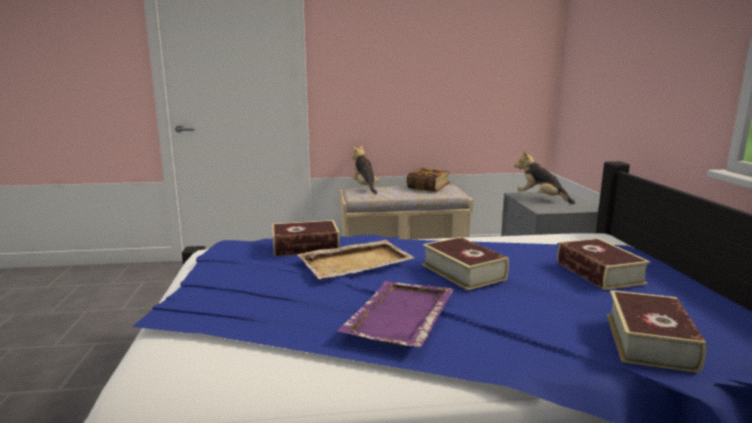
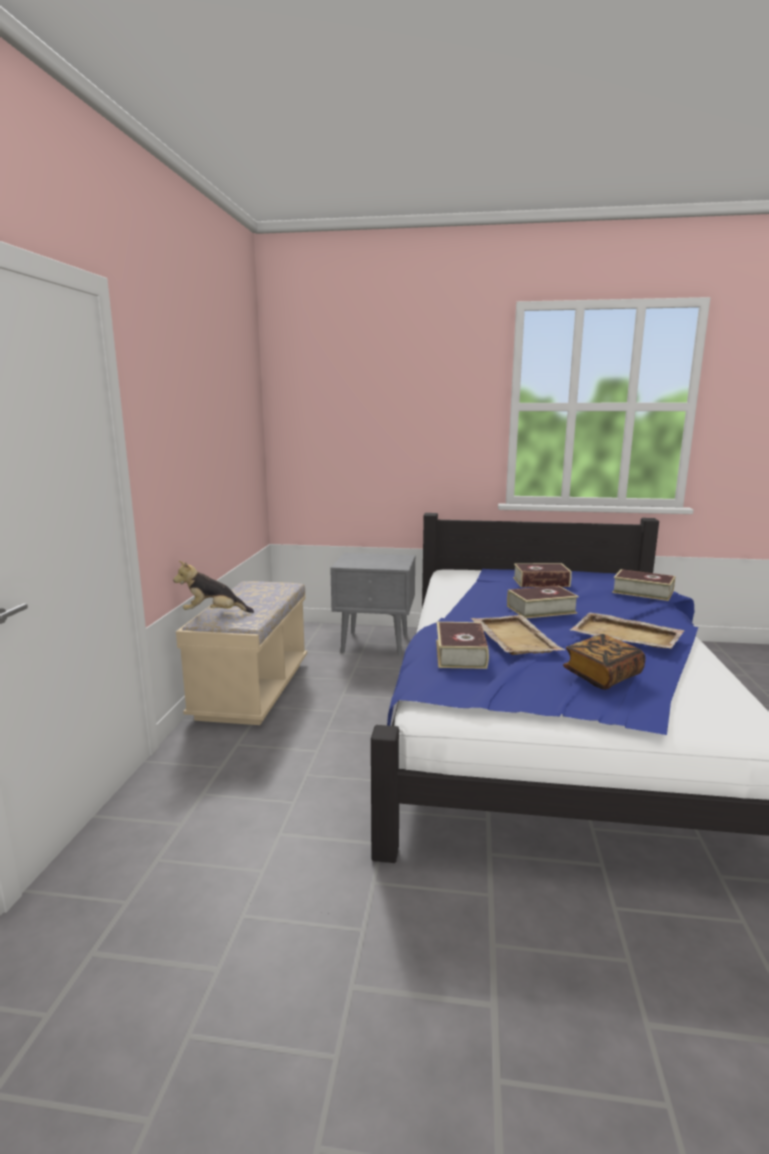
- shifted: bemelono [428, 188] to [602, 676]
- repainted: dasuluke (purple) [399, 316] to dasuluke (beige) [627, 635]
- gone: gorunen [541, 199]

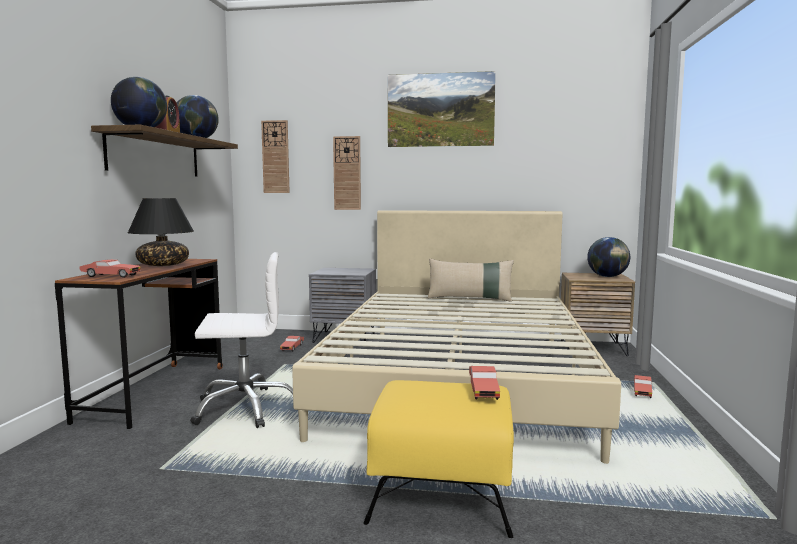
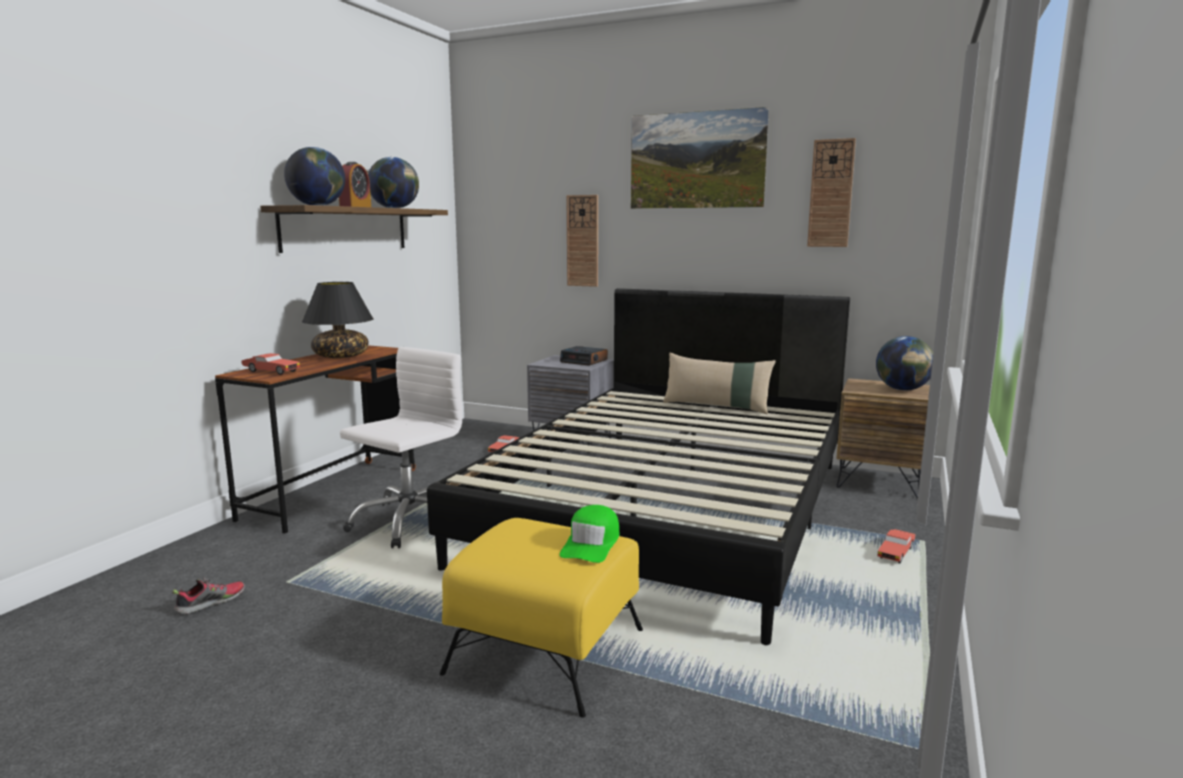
- new: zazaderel [211, 603]
- rotated: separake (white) [246, 408] = [409, 522] 60 degrees counterclockwise
- repainted: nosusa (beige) [460, 378] to nosusa (black) [671, 509]
- new: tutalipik [584, 361]
- swapped: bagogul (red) [483, 390] to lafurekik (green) [591, 544]
- shifted: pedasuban [275, 157] to [831, 193]

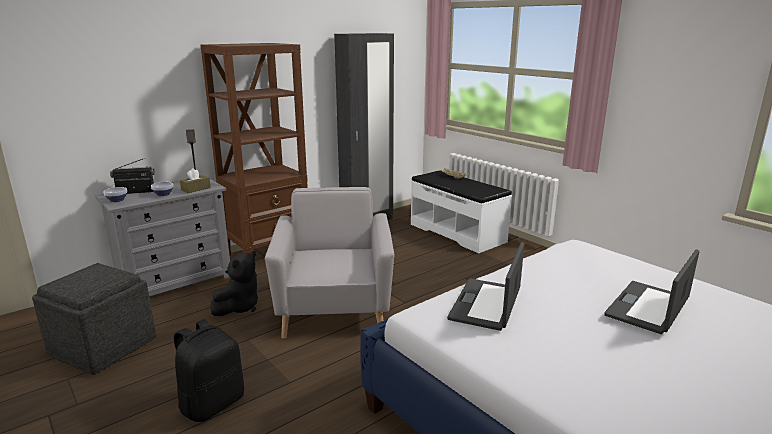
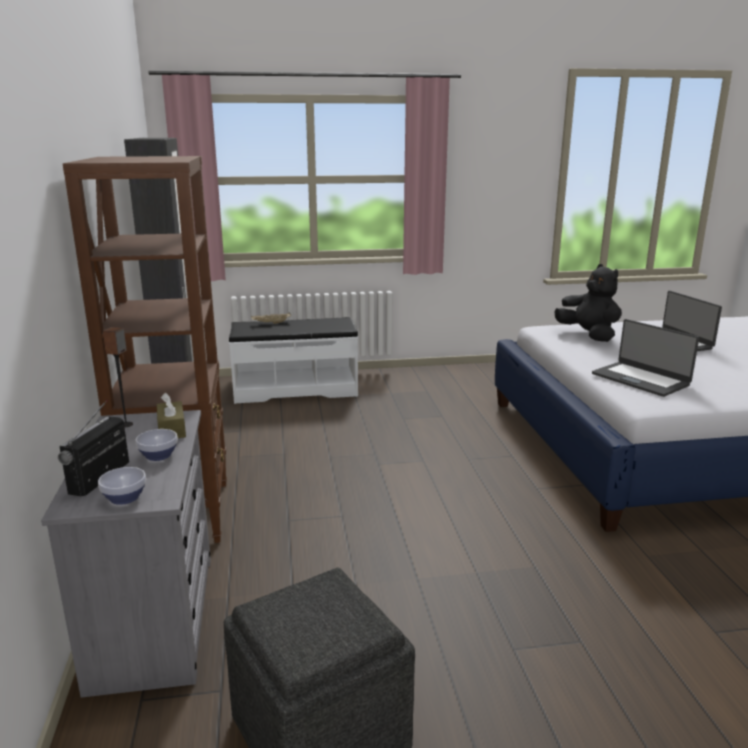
- shifted: gorunen (black) [239, 307] to [588, 335]
- gone: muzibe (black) [212, 403]
- gone: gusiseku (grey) [334, 308]

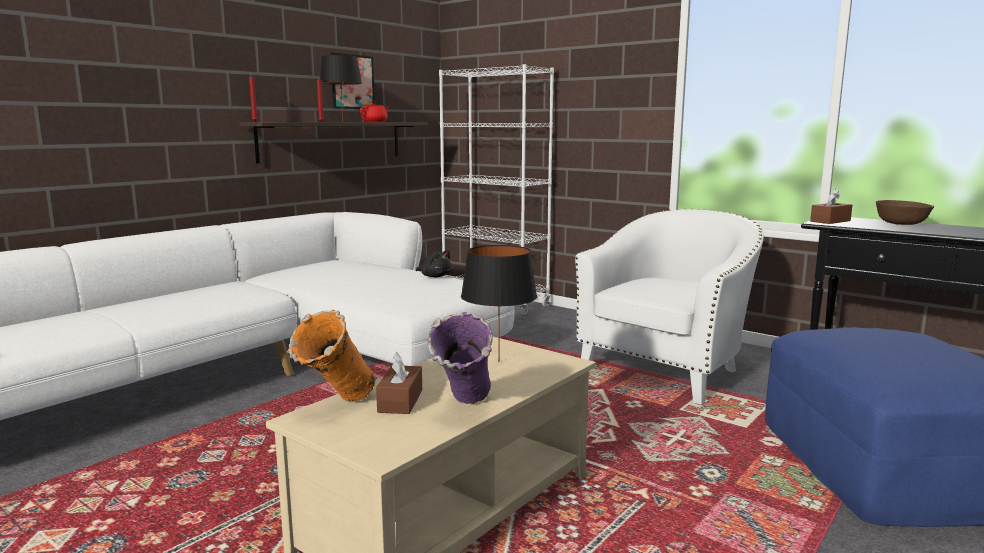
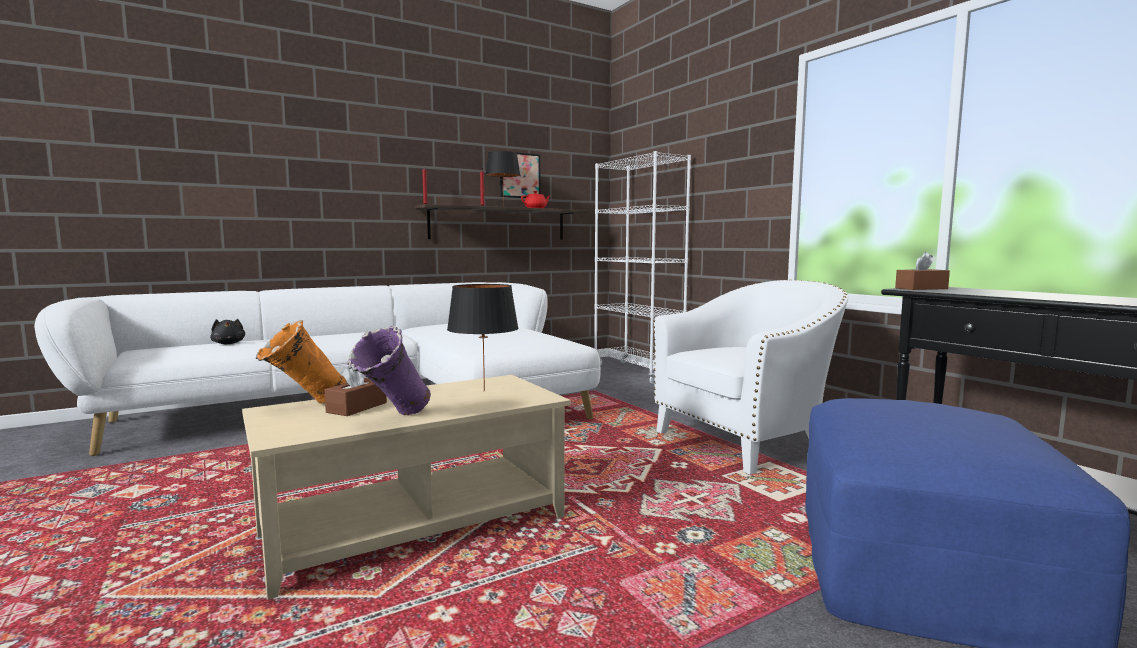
- shifted: gorunen (black) [435, 276] to [228, 343]
- gone: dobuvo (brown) [901, 223]

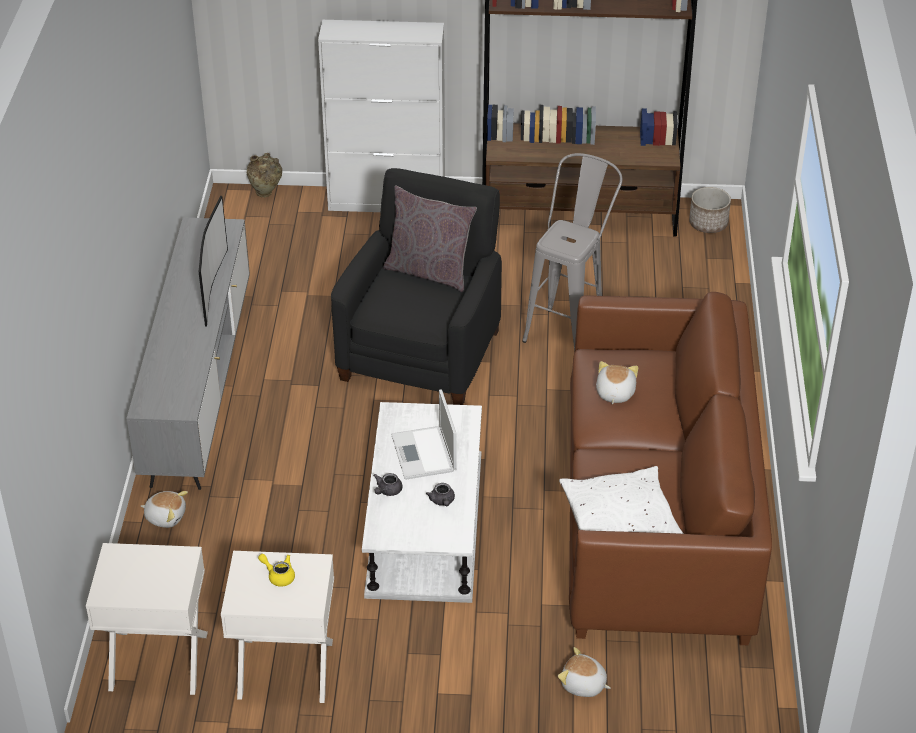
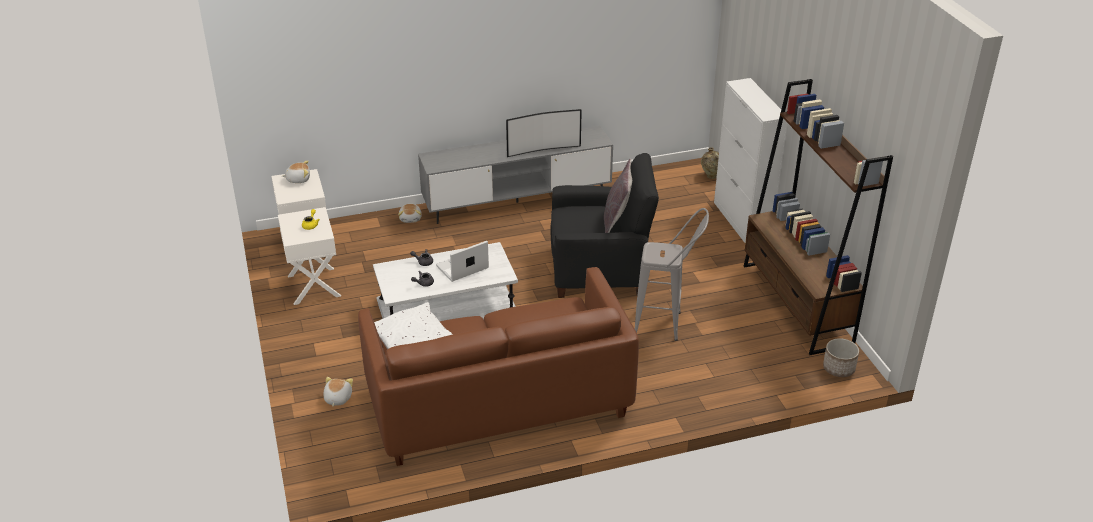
- shifted: gorunen [614, 393] to [298, 179]

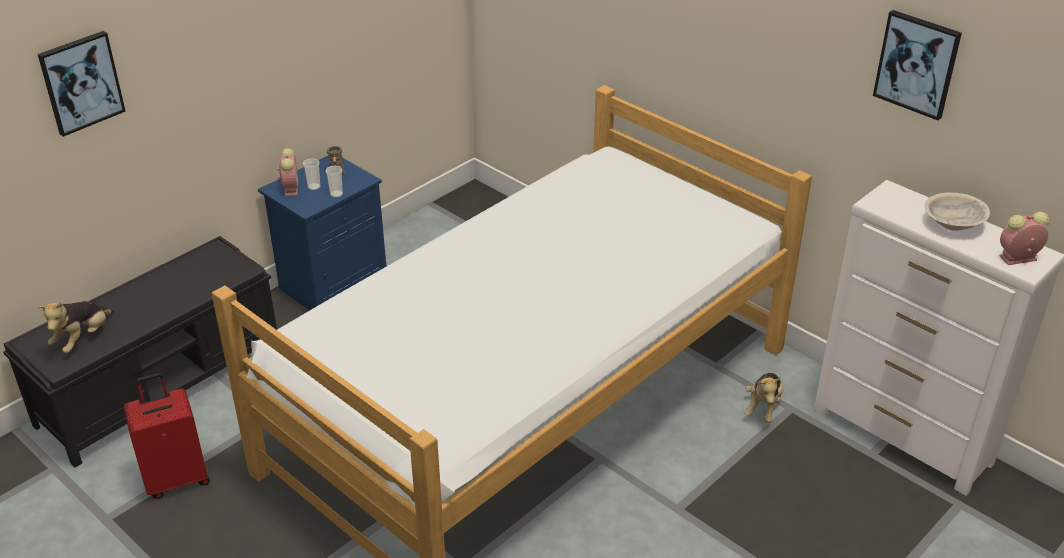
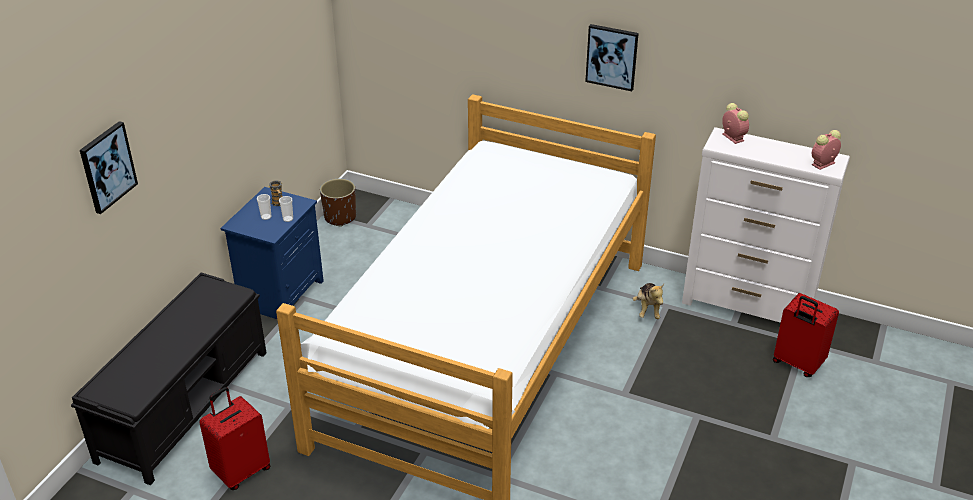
- new: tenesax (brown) [340, 217]
- shifted: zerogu [917, 64] to [612, 56]
- shifted: tutalipik [291, 188] to [732, 137]
- new: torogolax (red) [797, 364]
- gone: gorunen [83, 338]
- gone: dobuvo (beige) [953, 224]

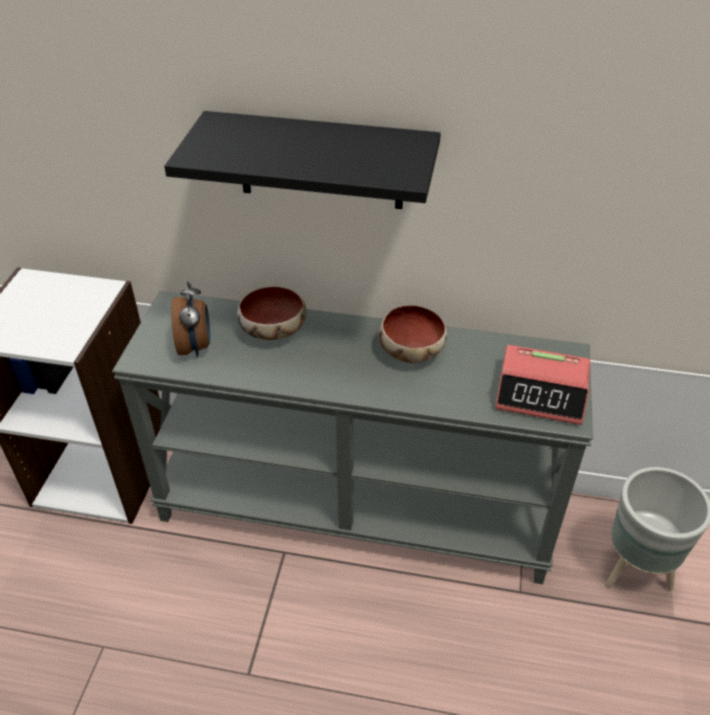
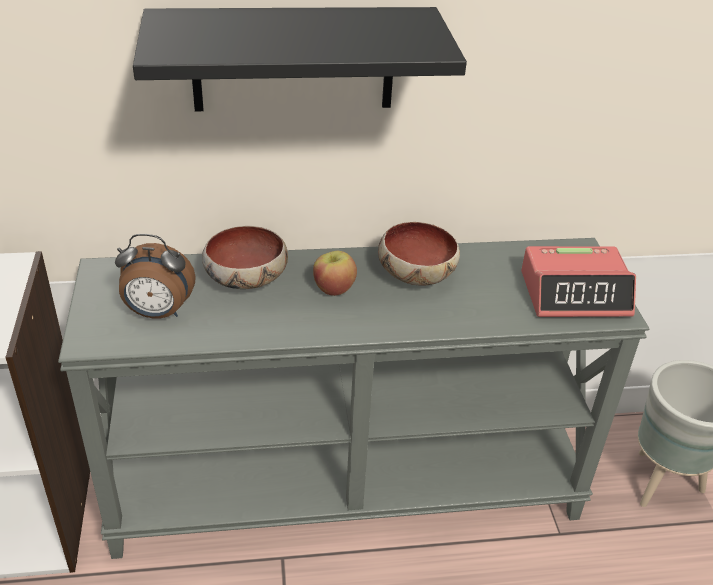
- rotated: tutalipik [196, 346] = [158, 313] 120 degrees clockwise
- new: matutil [334, 288]

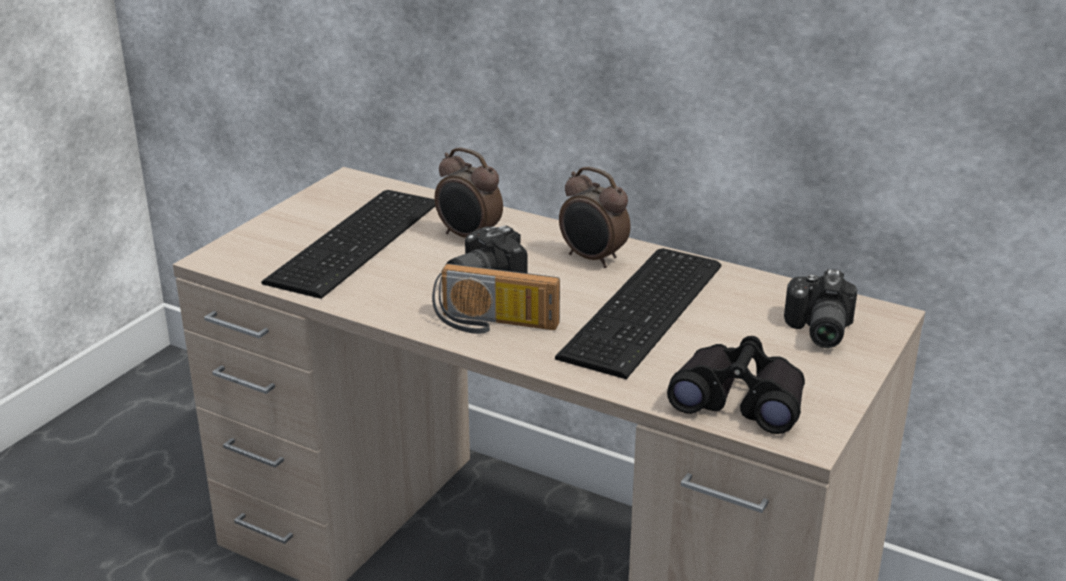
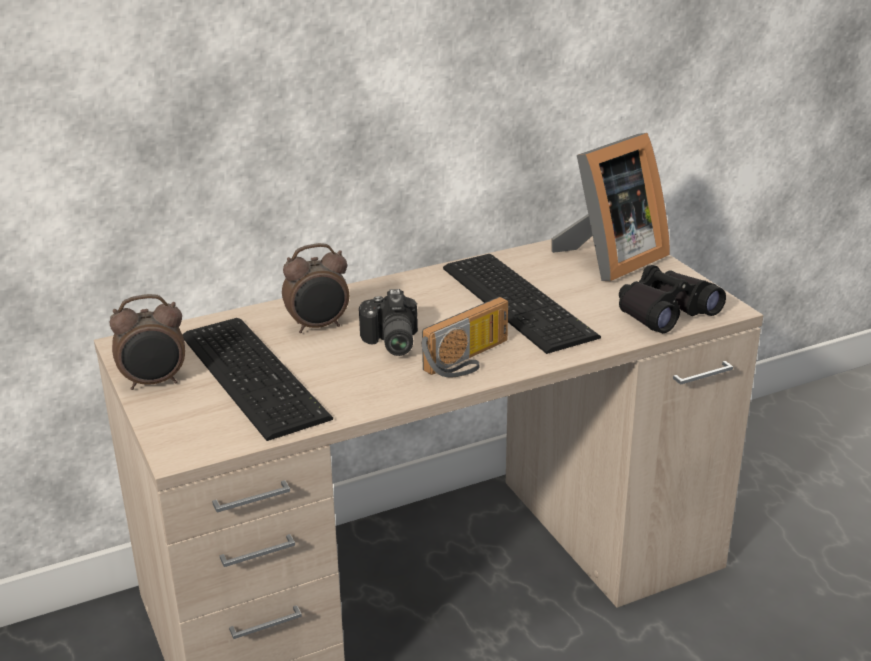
- shifted: tutalipik [592, 259] to [154, 382]
- swapped: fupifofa [816, 330] to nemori [609, 260]

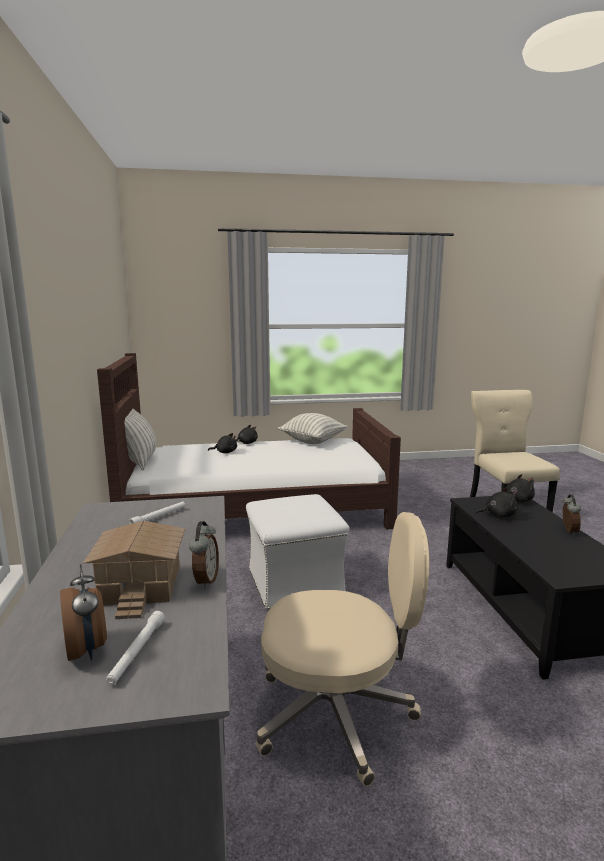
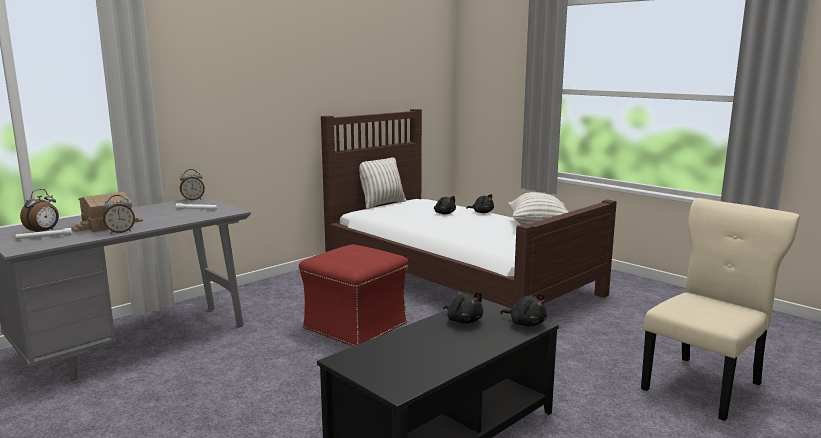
- shifted: tutalipik [568, 531] to [193, 199]
- repainted: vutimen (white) [295, 583] to vutimen (red) [355, 326]
- gone: separake (beige) [337, 713]

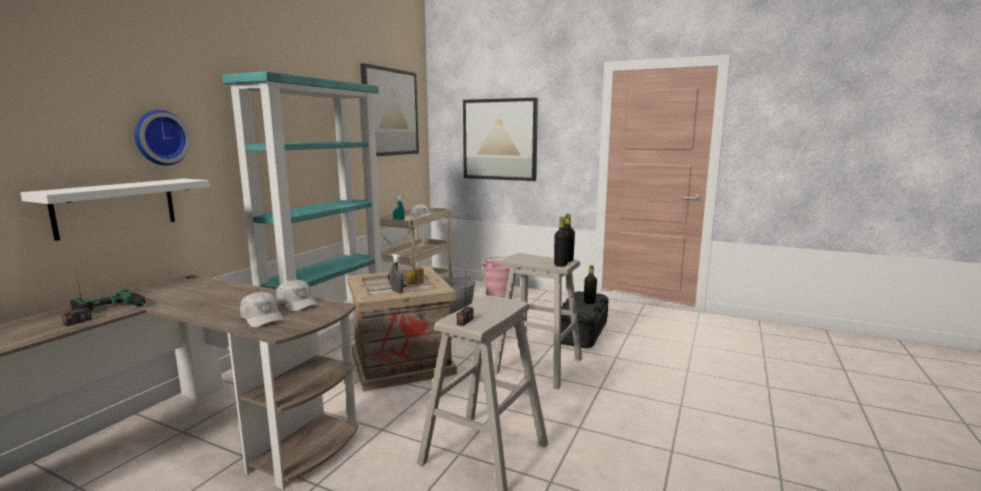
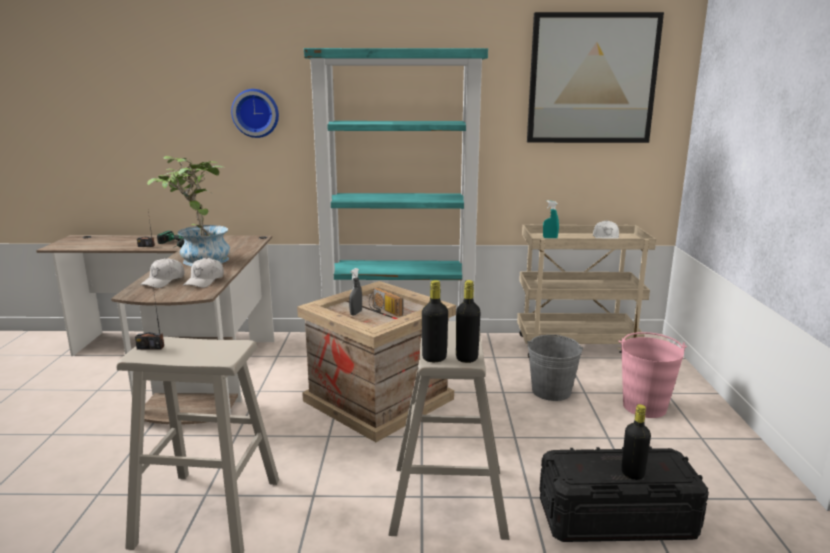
- new: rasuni [199, 259]
- gone: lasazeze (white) [116, 207]
- gone: zerogu [500, 139]

